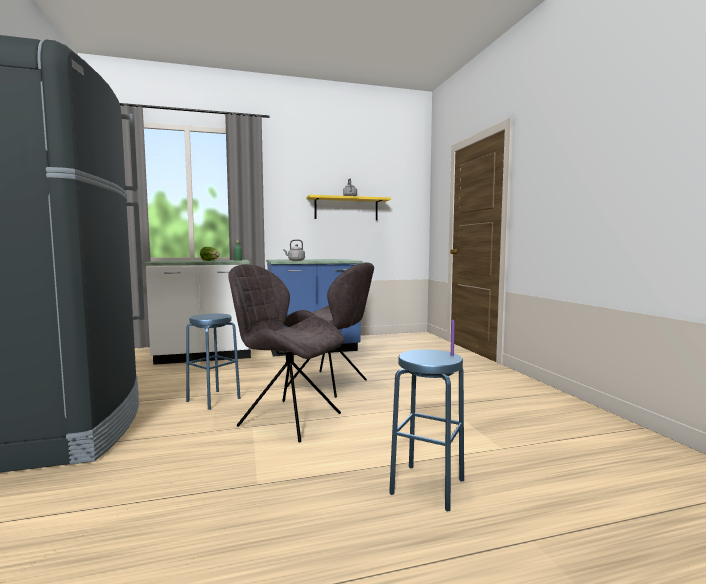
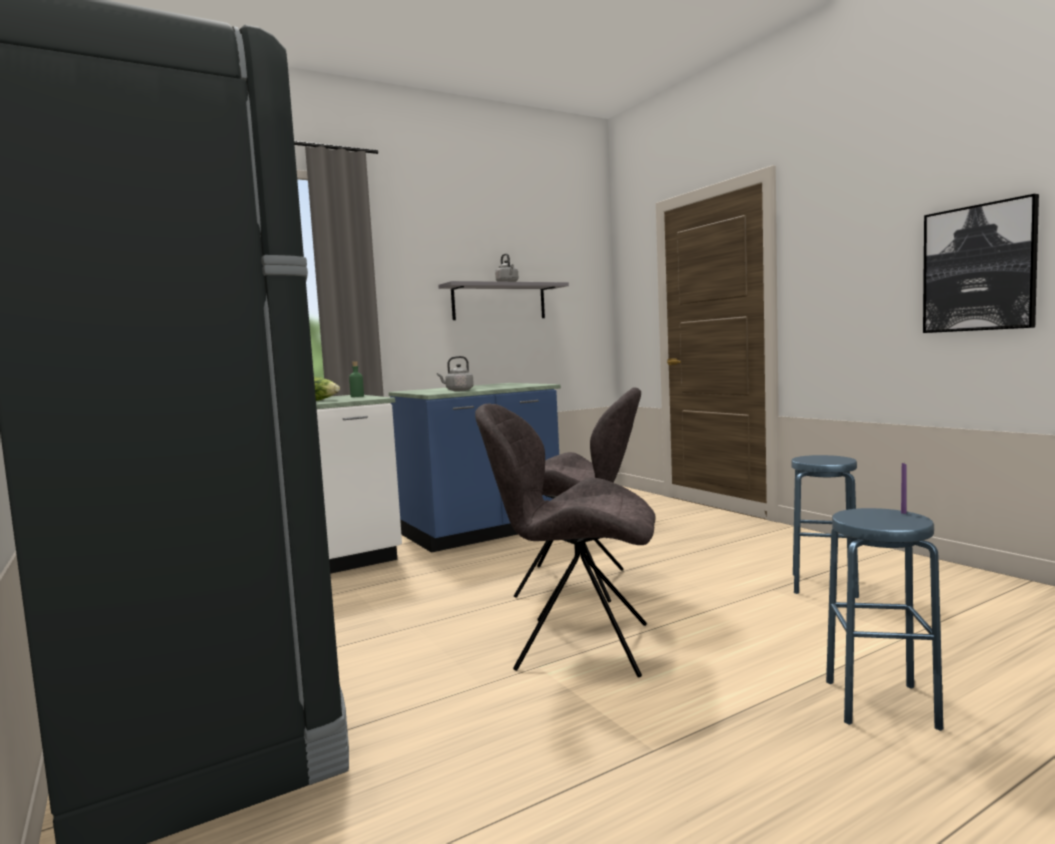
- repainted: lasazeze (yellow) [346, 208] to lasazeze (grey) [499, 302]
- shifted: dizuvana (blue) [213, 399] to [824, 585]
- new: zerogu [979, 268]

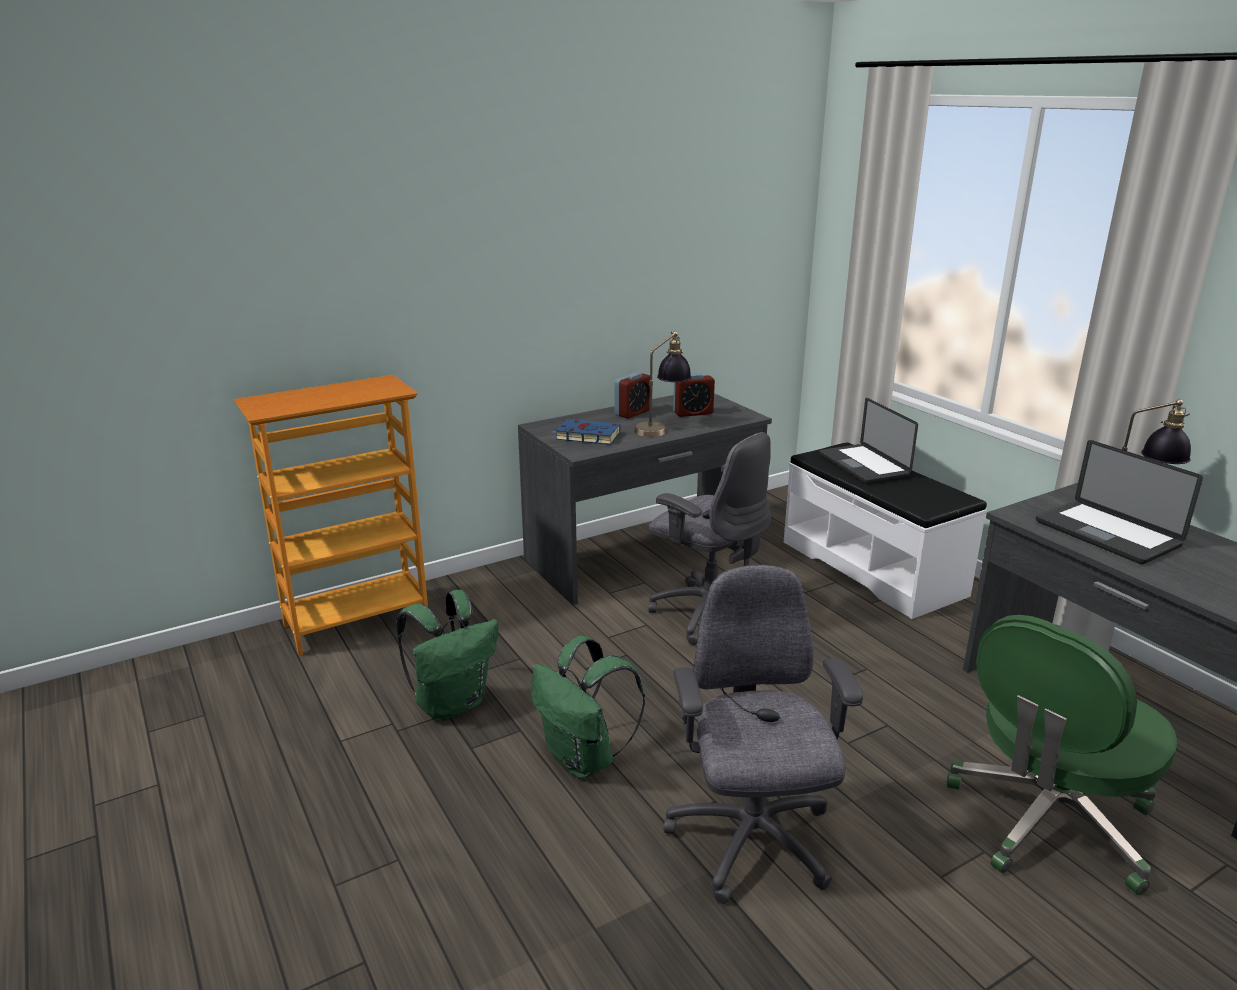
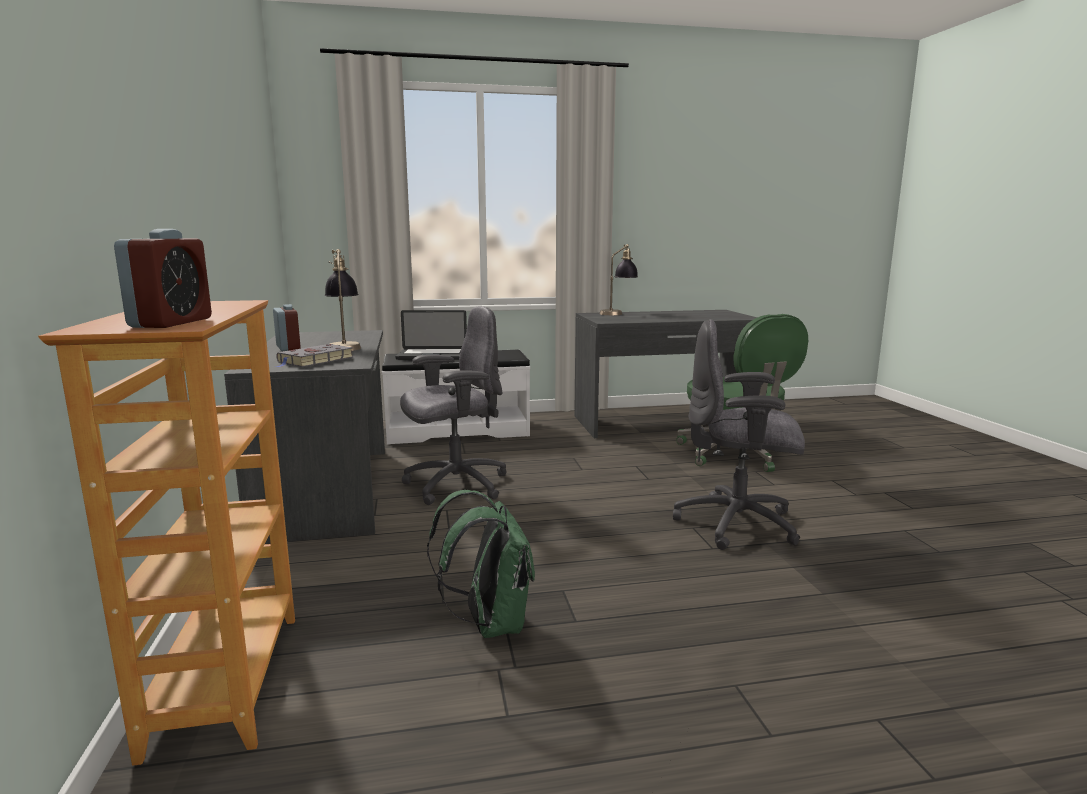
- shifted: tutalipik [693, 413] to [171, 322]
- repainted: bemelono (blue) [586, 436] to bemelono (grey) [314, 360]
- gone: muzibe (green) [584, 760]
- gone: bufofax [1106, 534]

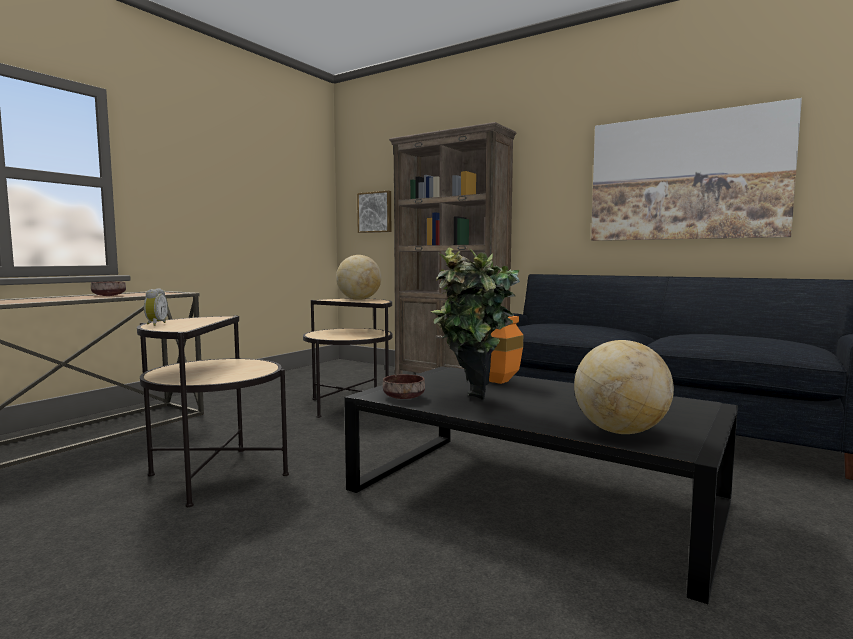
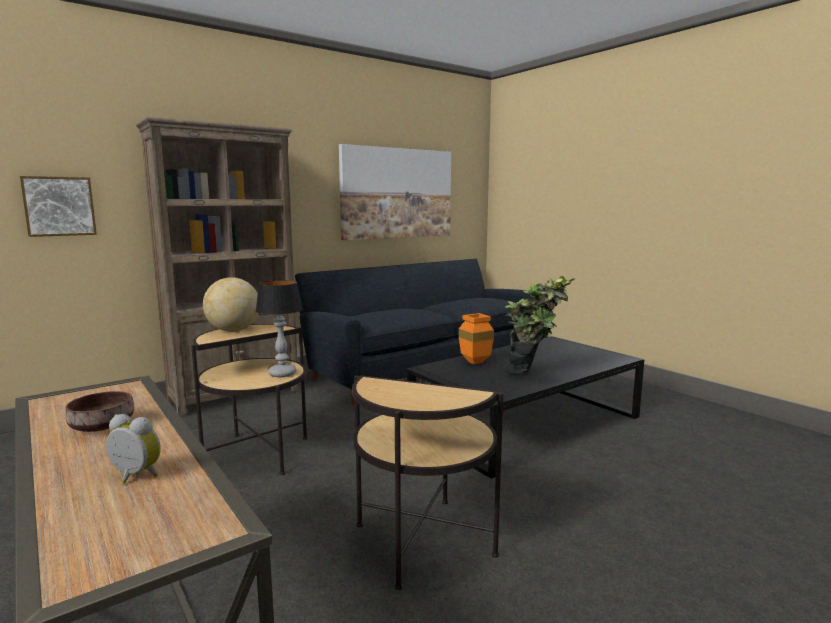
- shifted: tutalipik [155, 324] to [134, 477]
- new: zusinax [282, 373]
- gone: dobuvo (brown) [403, 398]
- gone: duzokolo [620, 431]

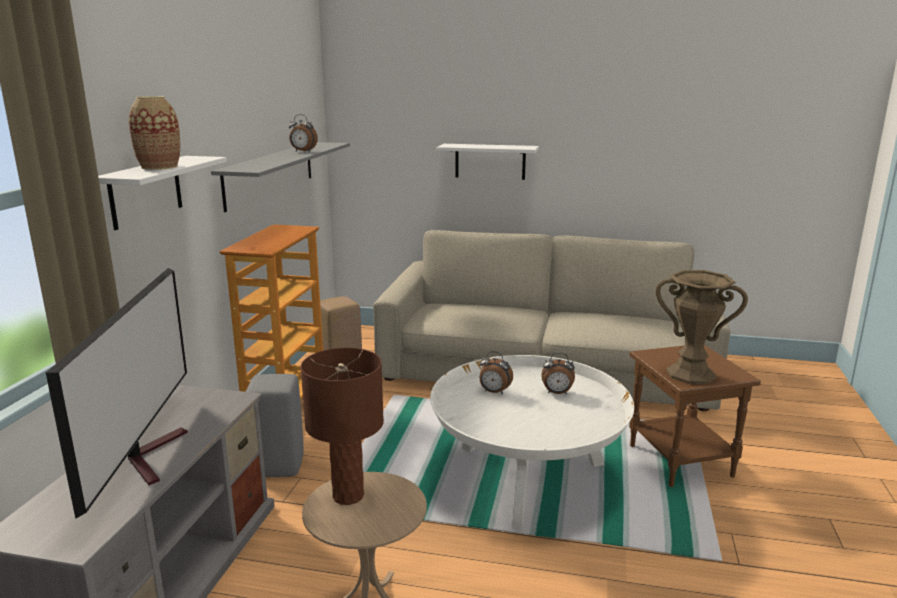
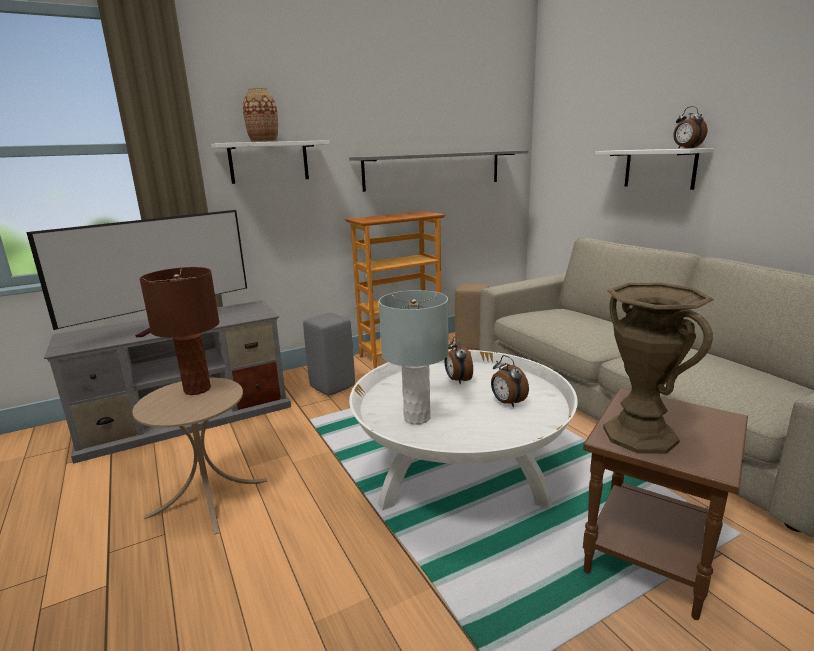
- new: zusinax (grey) [416, 418]
- shifted: tutalipik [303, 151] to [686, 148]

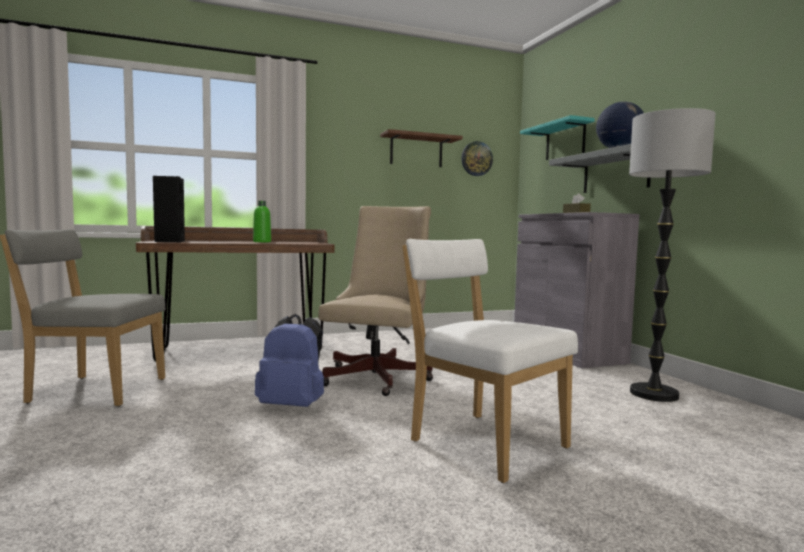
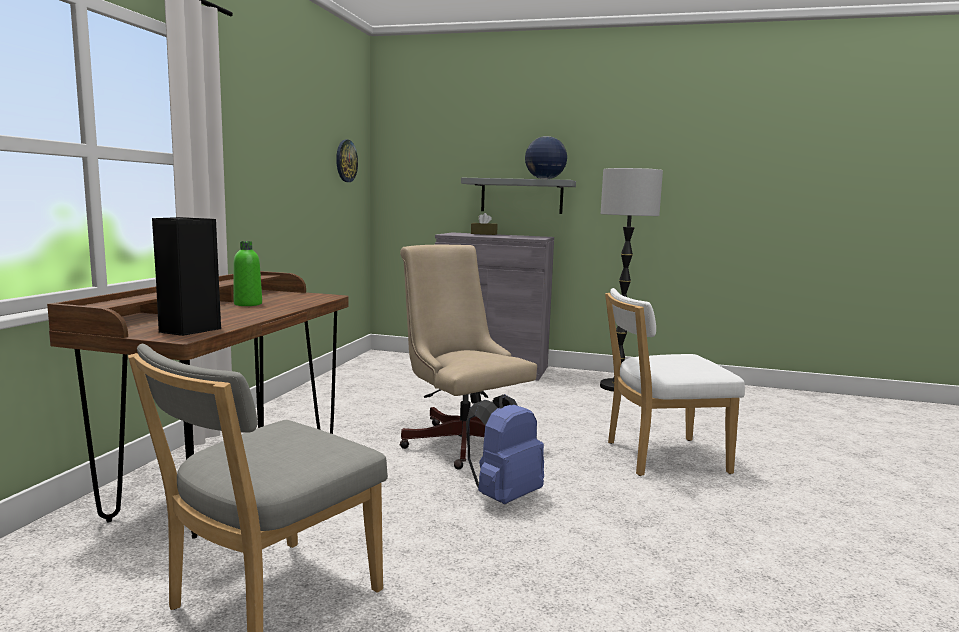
- gone: lasazeze (brown) [416, 151]
- gone: lasazeze (turquoise) [565, 141]

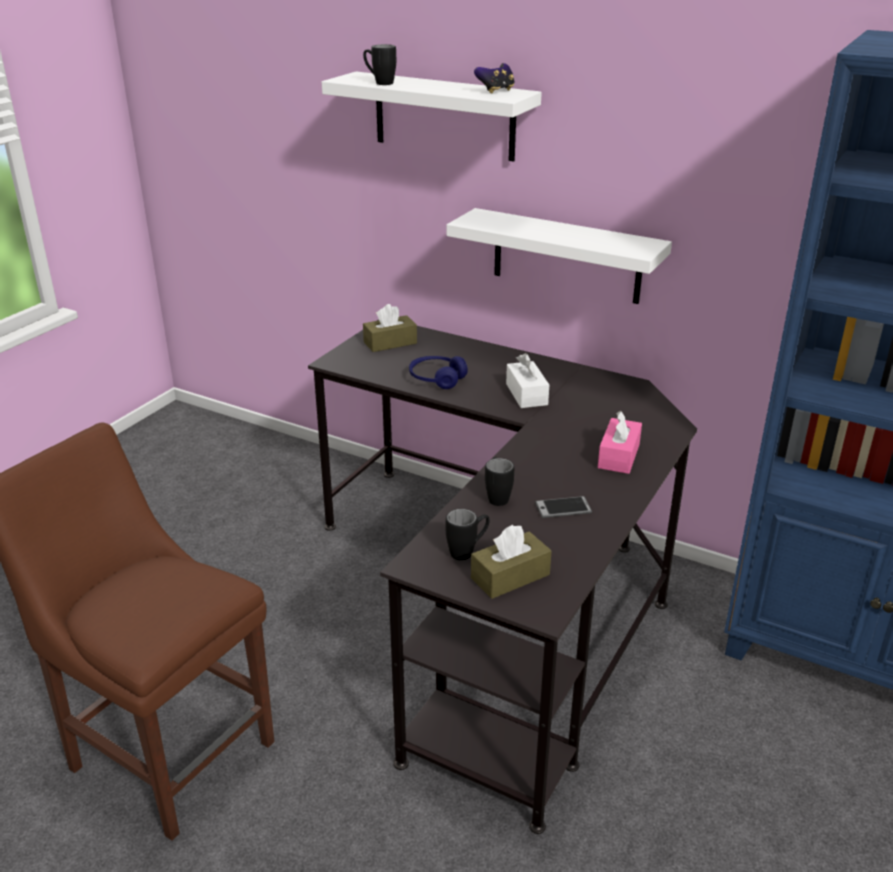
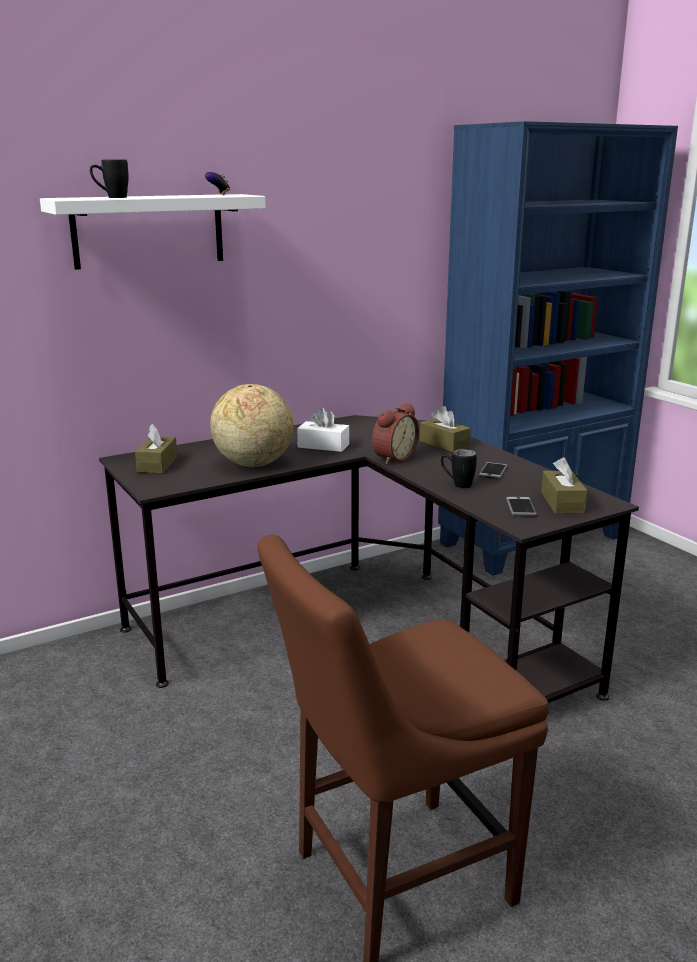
- swapped: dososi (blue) [436, 379] to duzokolo [253, 464]
- new: tutalipik [392, 458]
- repainted: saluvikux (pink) [618, 456] to saluvikux (brown) [444, 444]
- swapped: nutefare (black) [468, 551] to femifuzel [520, 507]
- gone: lasazeze (white) [566, 256]

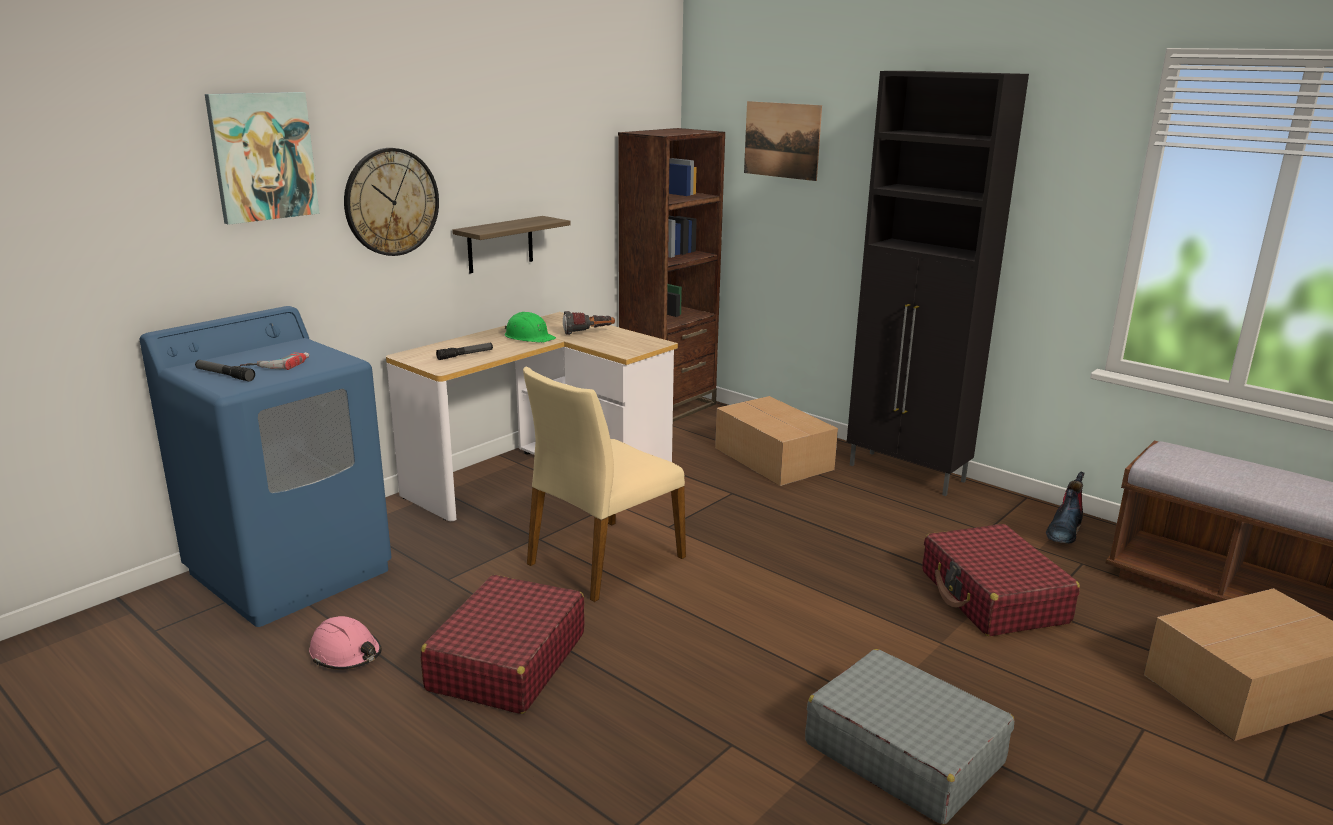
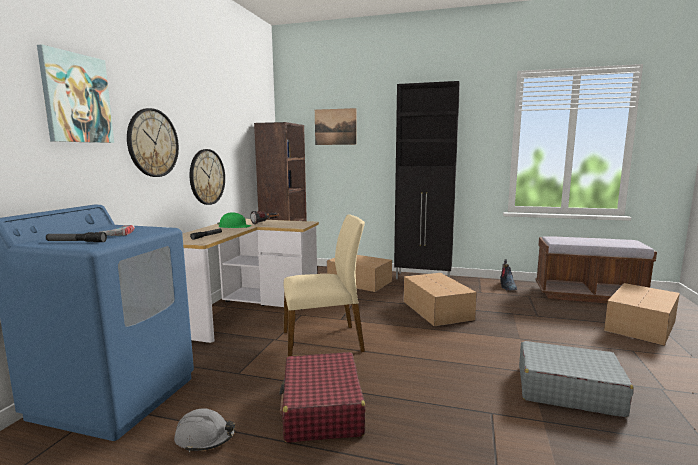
- repainted: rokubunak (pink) [346, 654] to rokubunak (grey) [205, 438]
- swapped: lasazeze [500, 244] to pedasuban [207, 177]
- rotated: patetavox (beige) [603, 560] = [323, 341] 120 degrees counterclockwise
- new: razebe [437, 310]
- gone: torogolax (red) [993, 597]

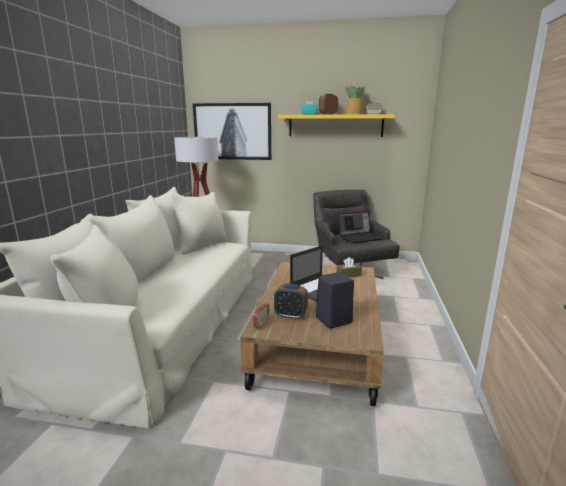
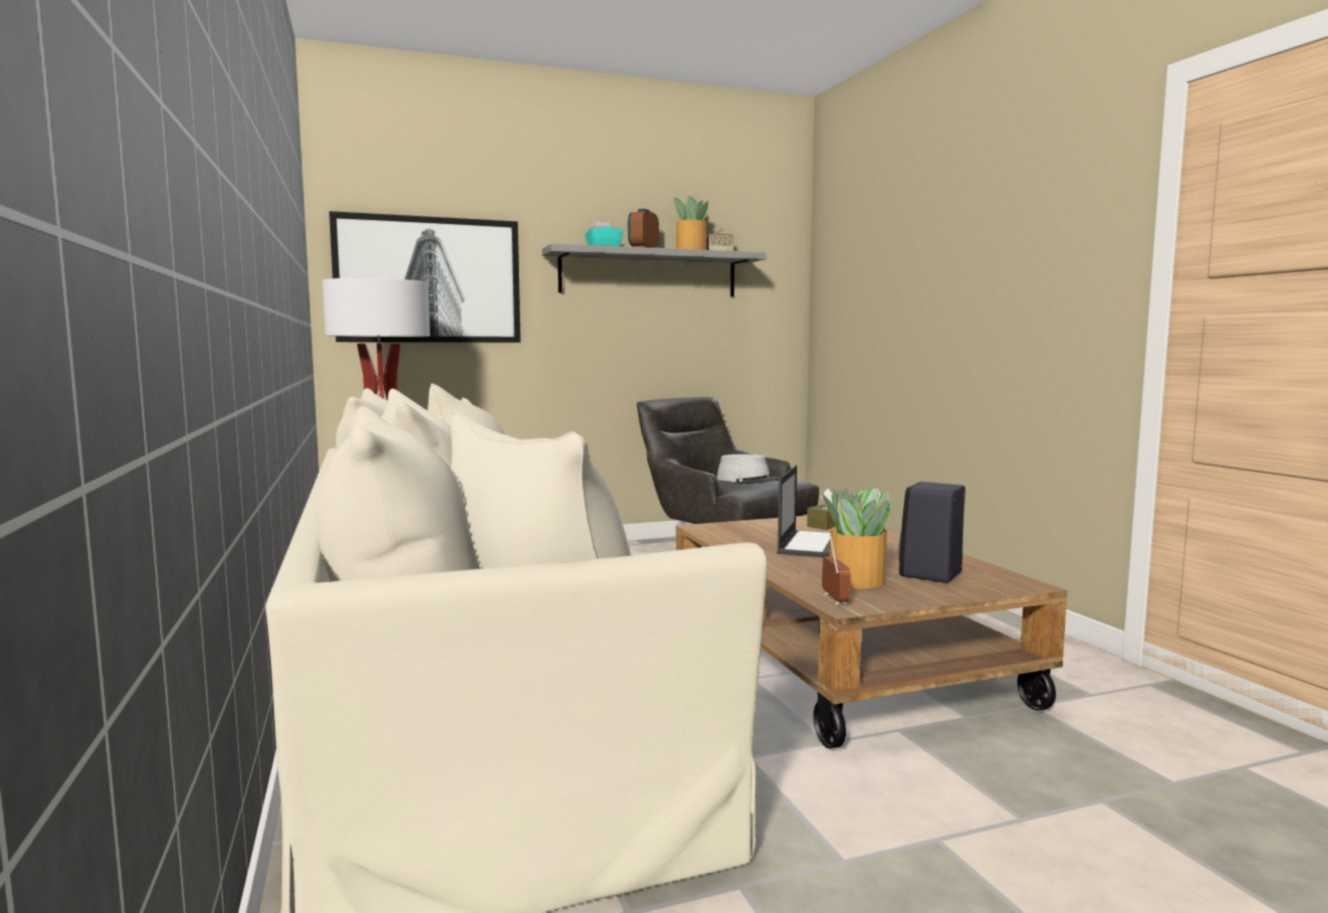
- repainted: lasazeze (yellow) [335, 125] to lasazeze (grey) [649, 273]
- swapped: bufofax [359, 237] to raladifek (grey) [748, 480]
- swapped: tutalipik [290, 315] to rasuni [855, 581]

